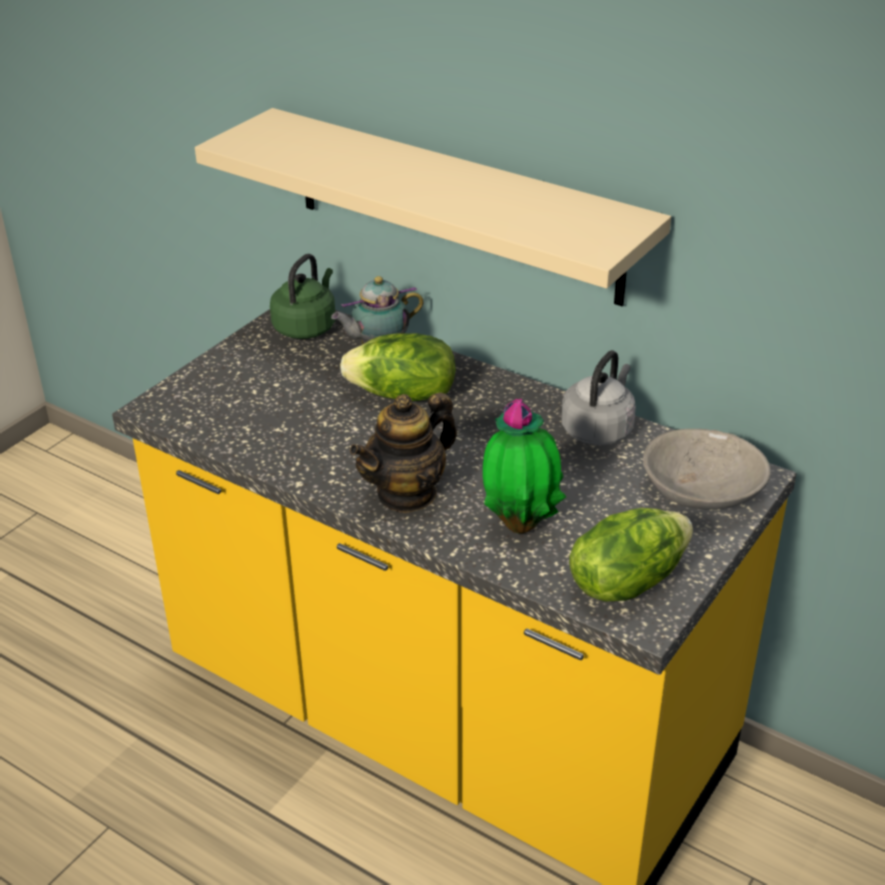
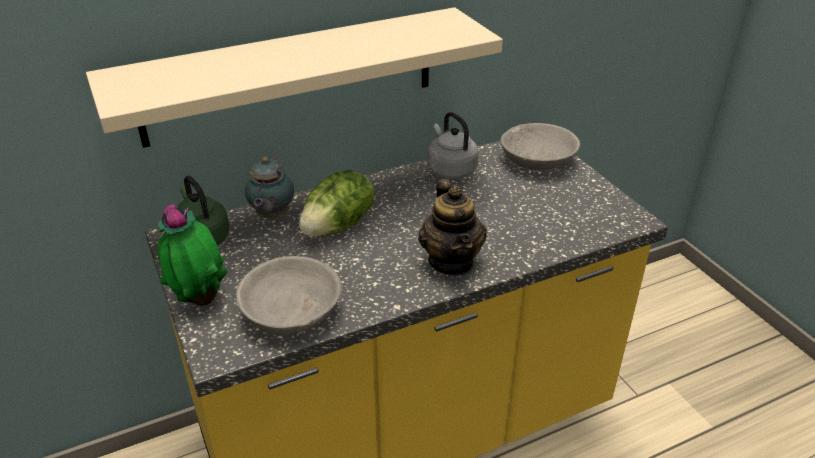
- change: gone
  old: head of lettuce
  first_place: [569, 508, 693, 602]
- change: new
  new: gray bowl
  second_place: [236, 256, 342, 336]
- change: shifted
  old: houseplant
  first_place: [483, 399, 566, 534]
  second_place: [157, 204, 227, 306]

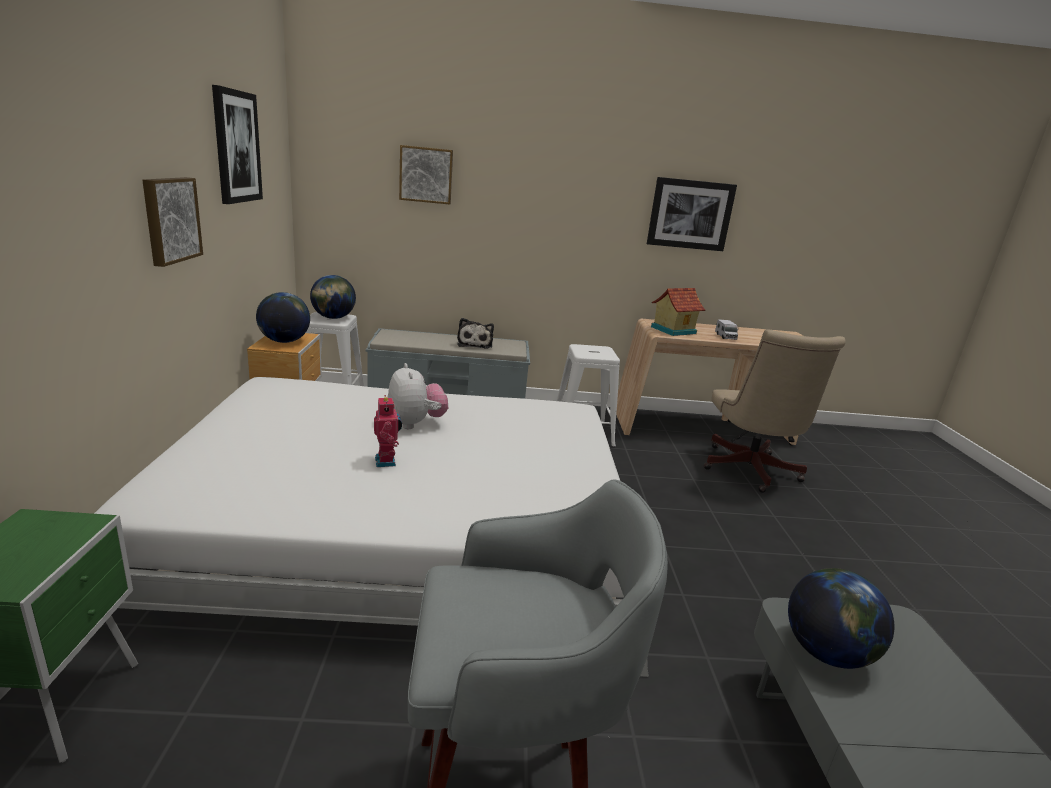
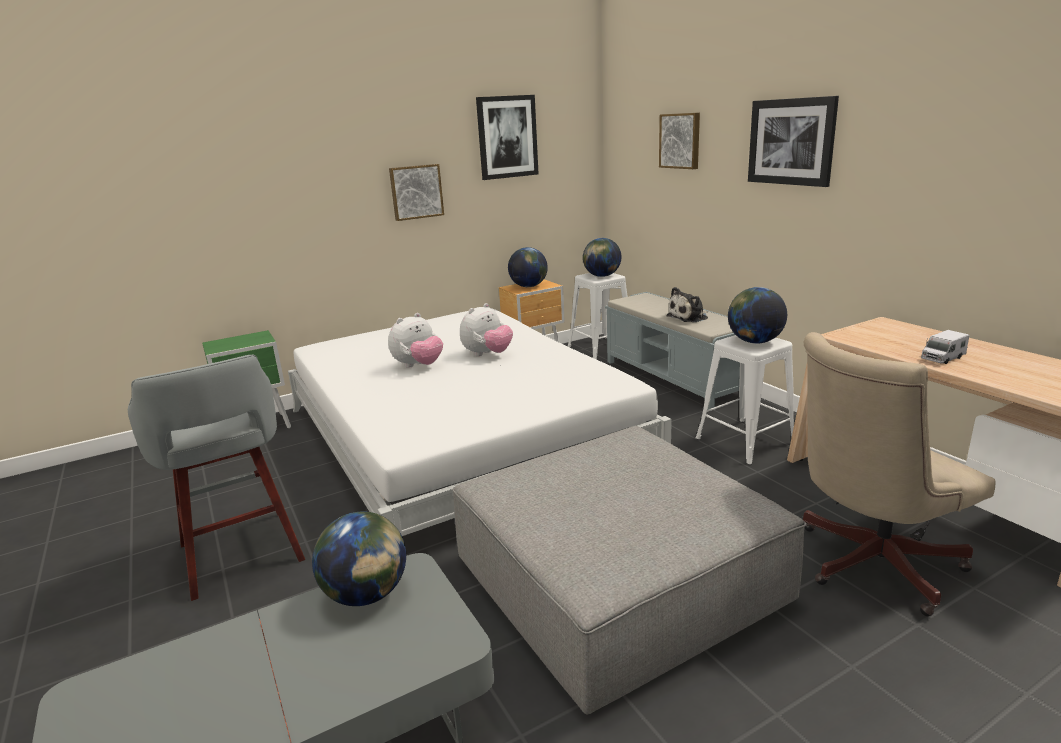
- change: gone
  old: model house
  first_place: [651, 288, 705, 336]
- change: new
  new: gray footrest
  second_place: [452, 426, 806, 714]
- change: new
  new: globe
  second_place: [728, 287, 787, 344]
- change: shifted
  old: picture
  first_place: [647, 177, 737, 251]
  second_place: [748, 96, 839, 187]
- change: swapped
  old: toy robot
  new: plush toy
  first_place: [374, 395, 402, 467]
  second_place: [388, 313, 443, 368]

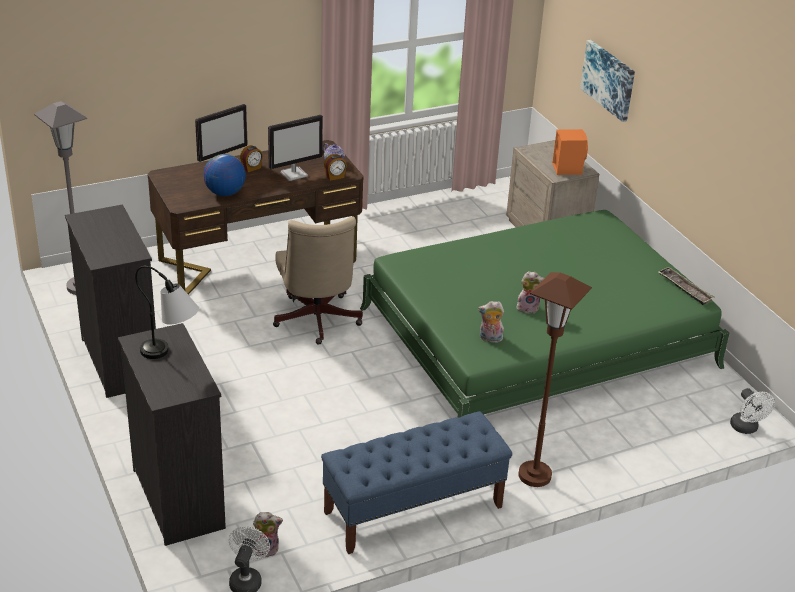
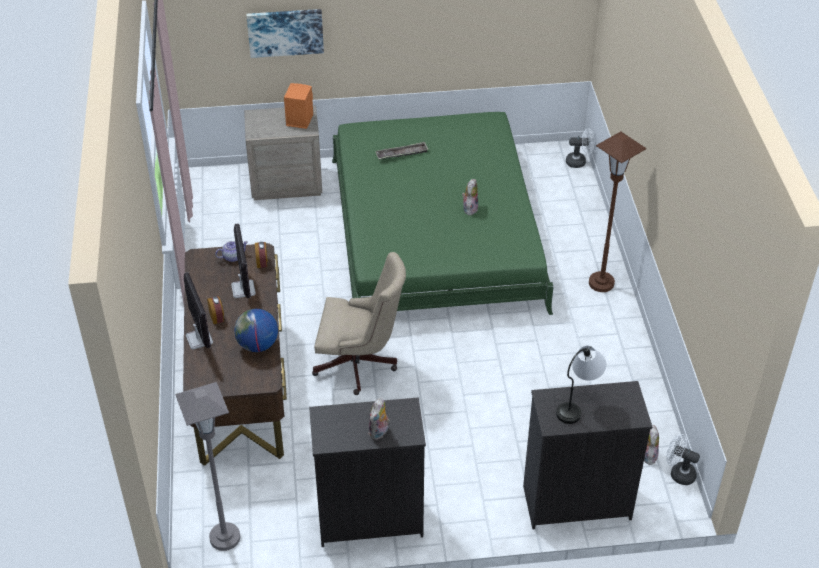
- change: gone
  old: blue-coloured long seat
  first_place: [321, 411, 512, 554]
- change: shifted
  old: plush toy
  first_place: [478, 301, 504, 343]
  second_place: [368, 397, 390, 440]
- change: shifted
  old: tray
  first_place: [658, 267, 714, 305]
  second_place: [375, 141, 429, 160]

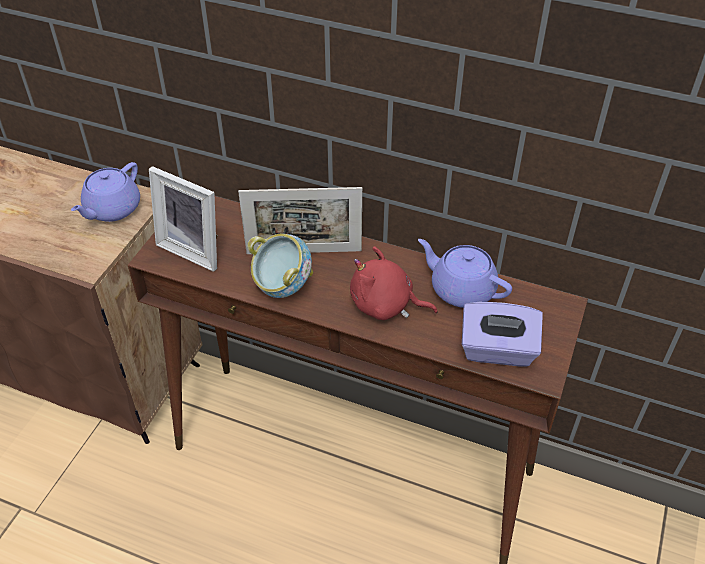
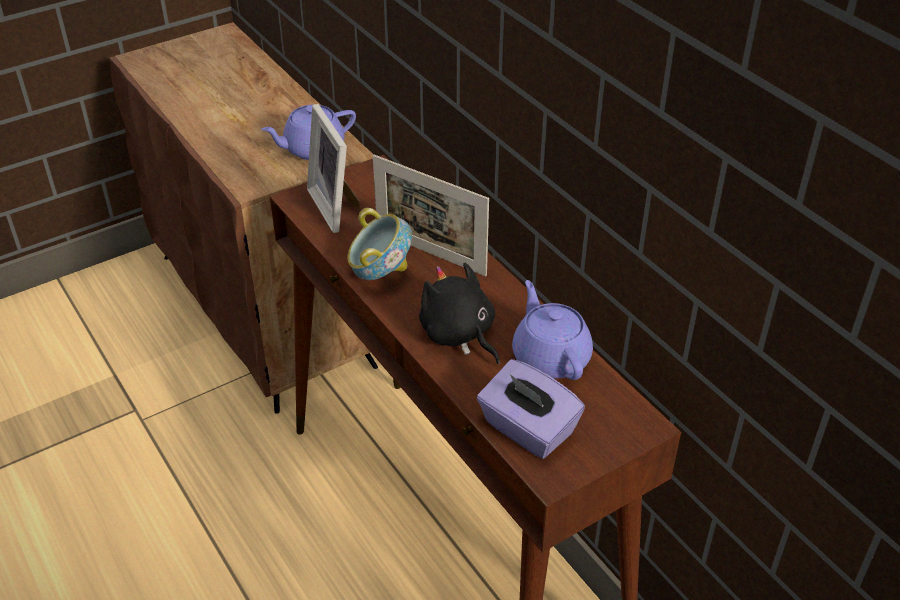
- change: repainted
  old: red plush toy
  new: blackish plush toy
  first_place: [350, 246, 438, 320]
  second_place: [419, 263, 500, 364]

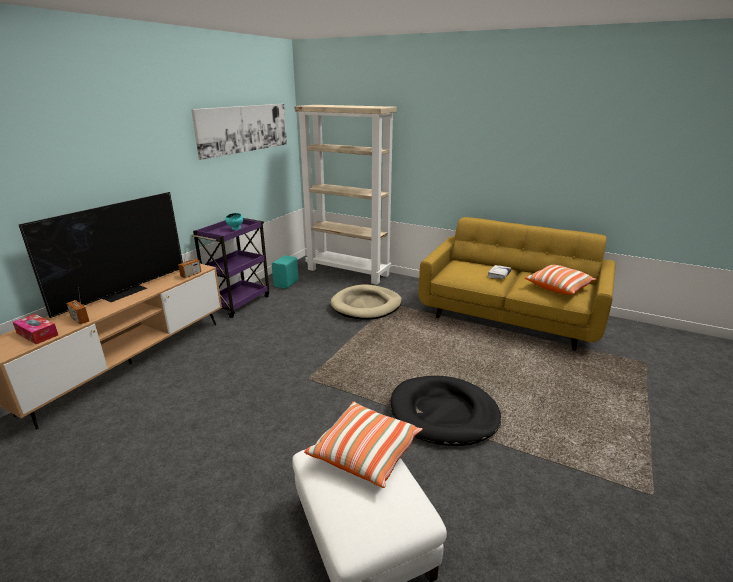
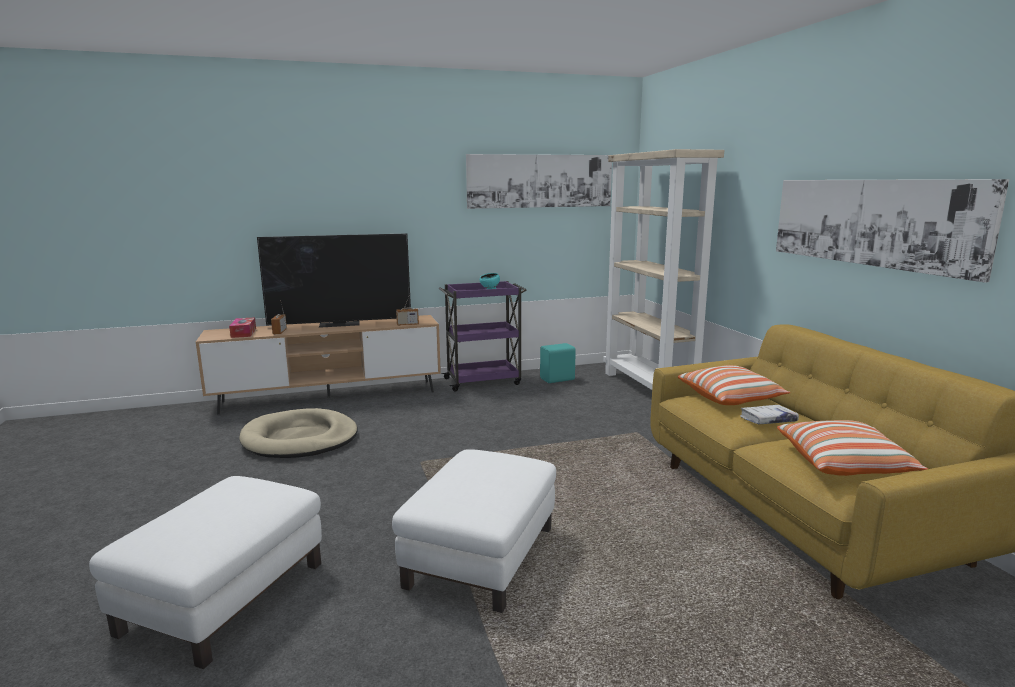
- change: new
  new: picture
  second_place: [776, 179, 1009, 283]
- change: shifted
  old: cushion
  first_place: [304, 401, 423, 488]
  second_place: [678, 365, 790, 405]
- change: shifted
  old: sand-coloured dog cushion
  first_place: [330, 284, 402, 320]
  second_place: [239, 408, 357, 458]
- change: swapped
  old: blackish dog cushion
  new: white-coloured footrest
  first_place: [391, 376, 501, 446]
  second_place: [392, 449, 556, 613]

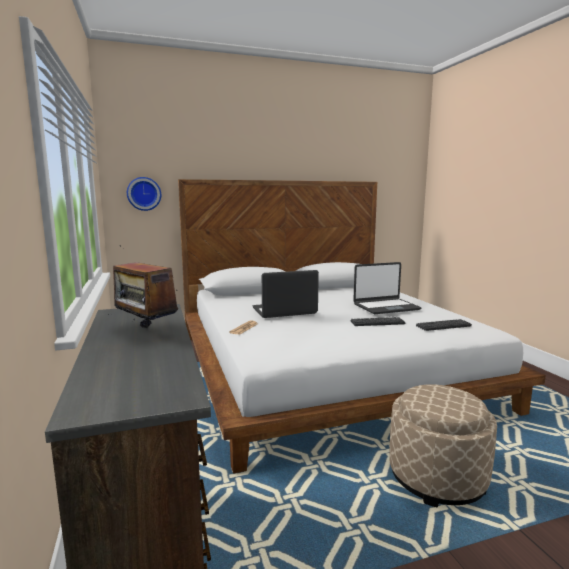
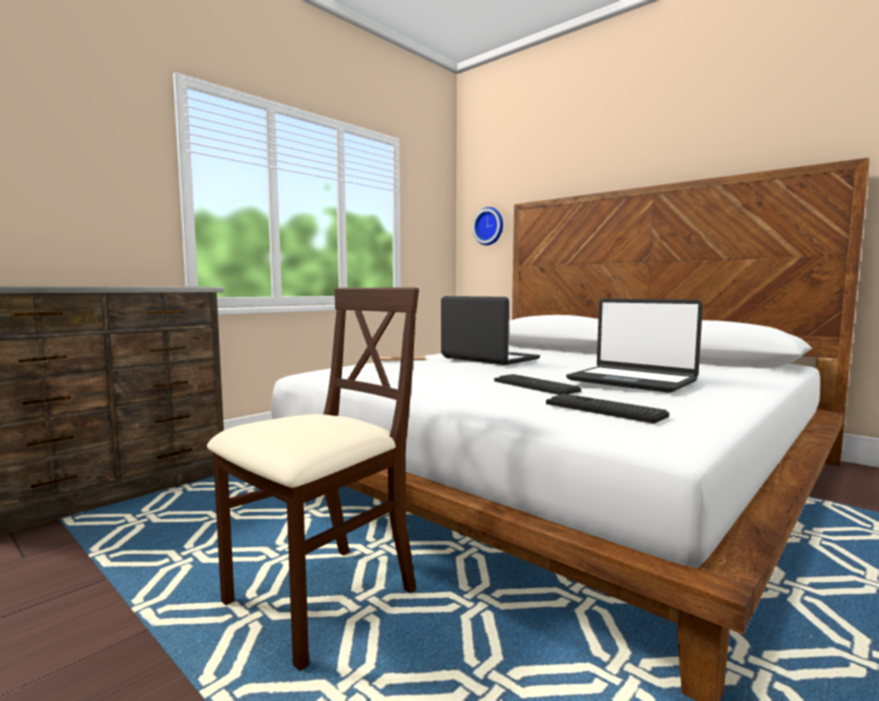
- change: gone
  old: radio
  first_place: [113, 245, 178, 328]
- change: swapped
  old: sand-coloured footrest
  new: sand-coloured upright chair
  first_place: [389, 384, 497, 507]
  second_place: [207, 287, 419, 671]

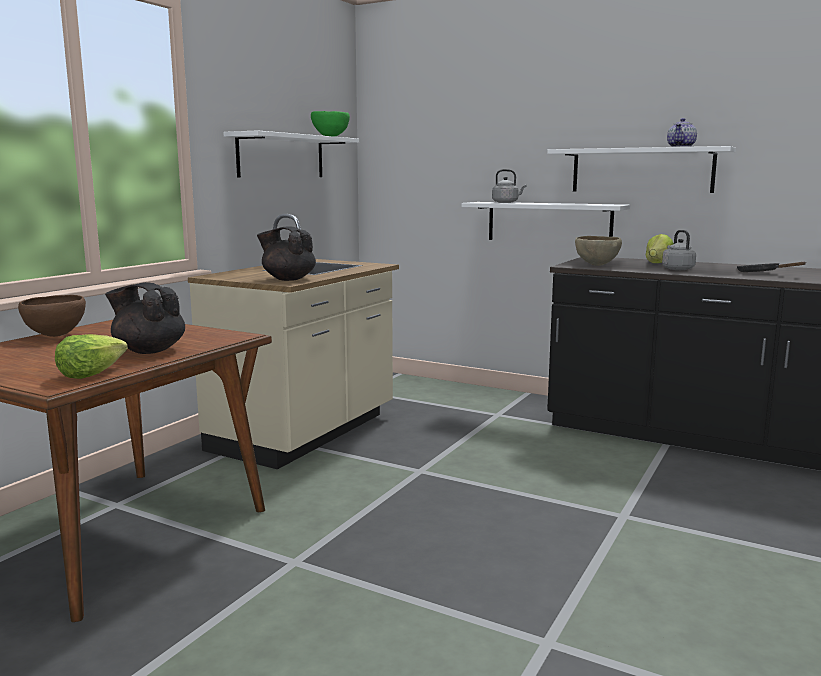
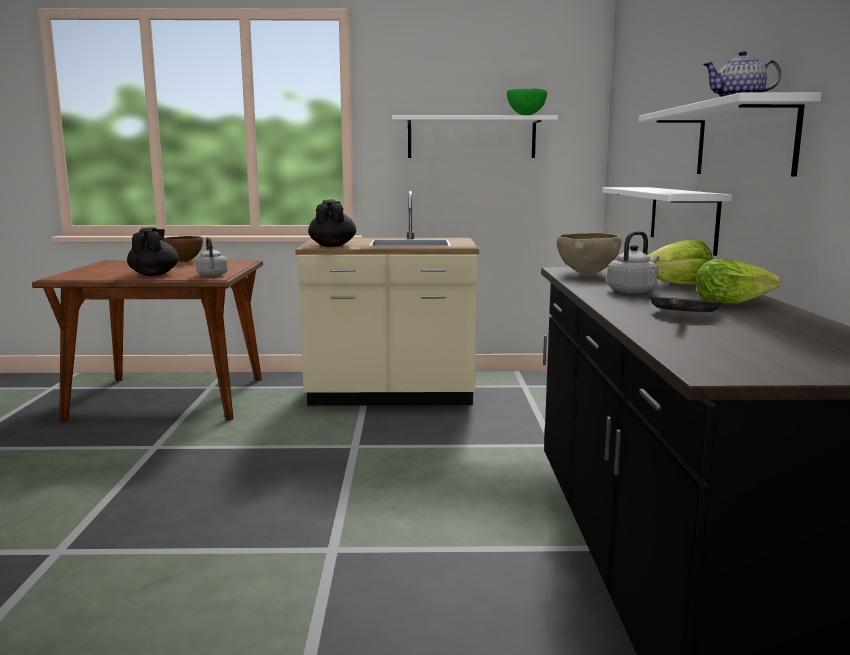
- change: shifted
  old: head of lettuce
  first_place: [55, 334, 128, 379]
  second_place: [696, 259, 780, 304]
- change: shifted
  old: gray tea kettle
  first_place: [492, 169, 526, 203]
  second_place: [196, 237, 228, 276]

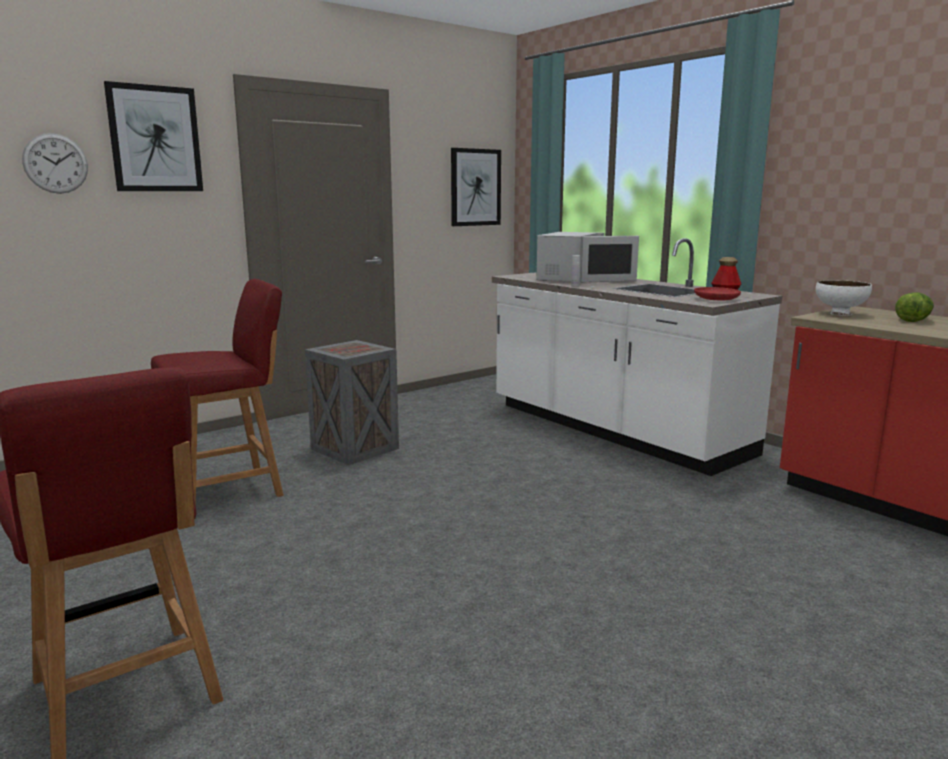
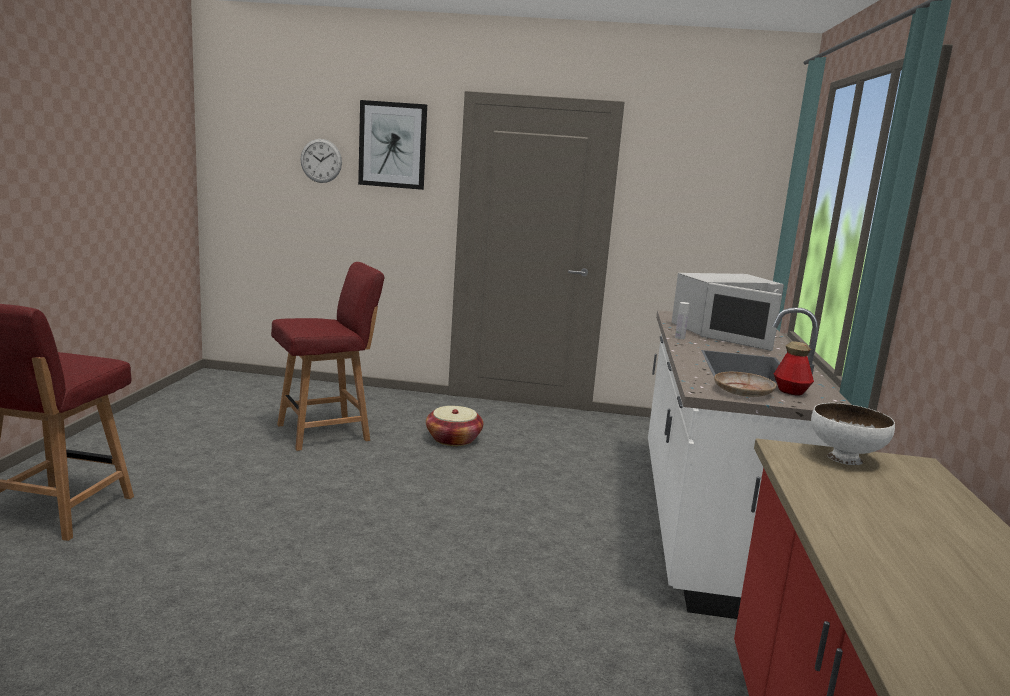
- change: gone
  old: picture
  first_place: [451, 148, 501, 226]
- change: gone
  old: head of lettuce
  first_place: [895, 292, 934, 322]
- change: swapped
  old: crate
  new: basket
  first_place: [305, 340, 399, 465]
  second_place: [426, 406, 483, 446]
- change: repainted
  old: red flat dish
  new: sand-coloured flat dish
  first_place: [694, 287, 741, 301]
  second_place: [714, 372, 776, 397]
- change: rotated
  old: red upright chair
  first_place: [151, 279, 283, 506]
  second_place: [271, 262, 385, 451]
  degrees: -45

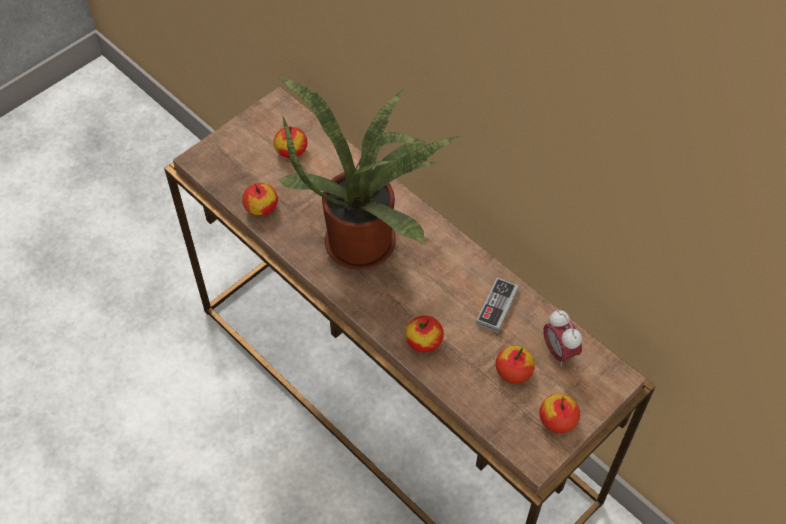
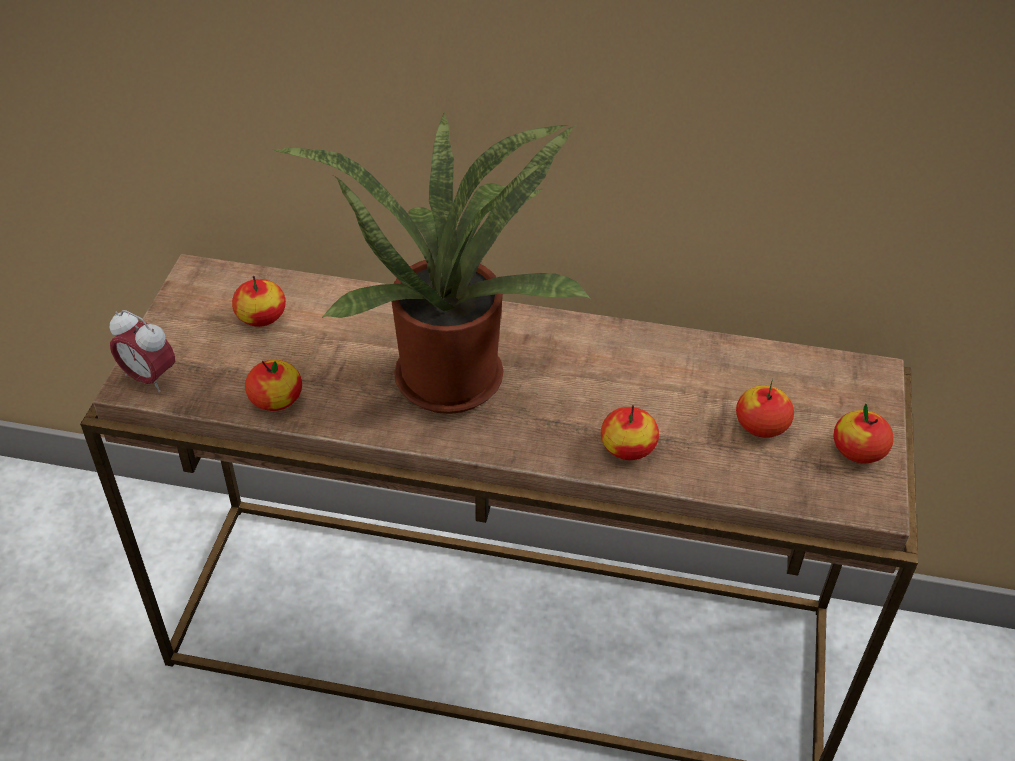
- change: gone
  old: joypad
  first_place: [476, 278, 519, 333]
- change: shifted
  old: bedside clock
  first_place: [543, 310, 582, 367]
  second_place: [110, 310, 175, 392]

